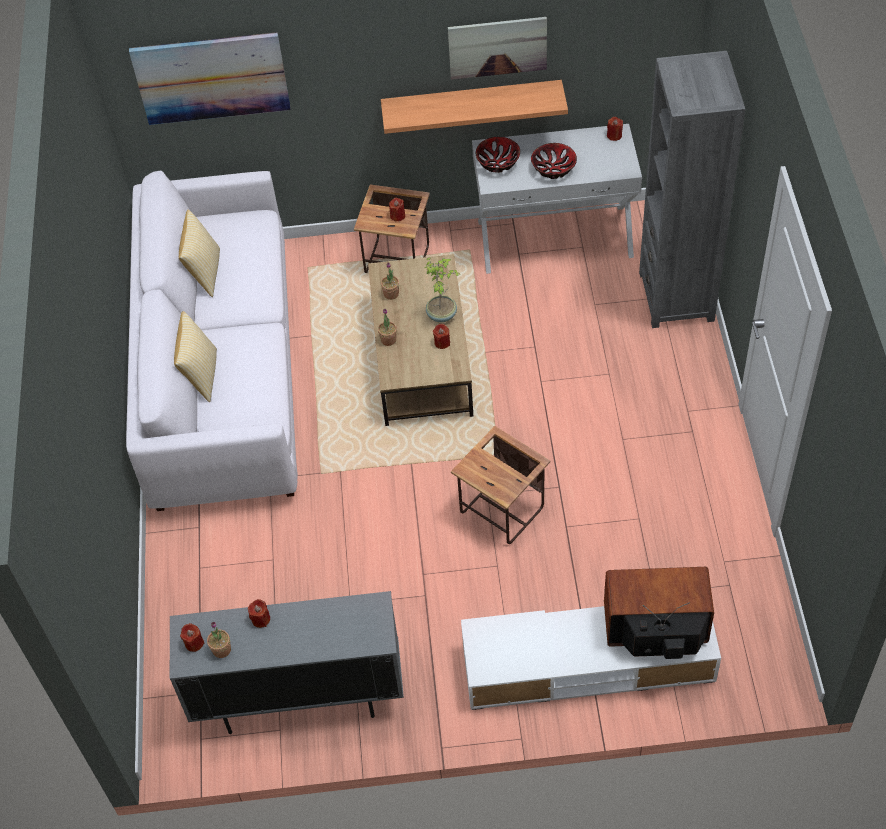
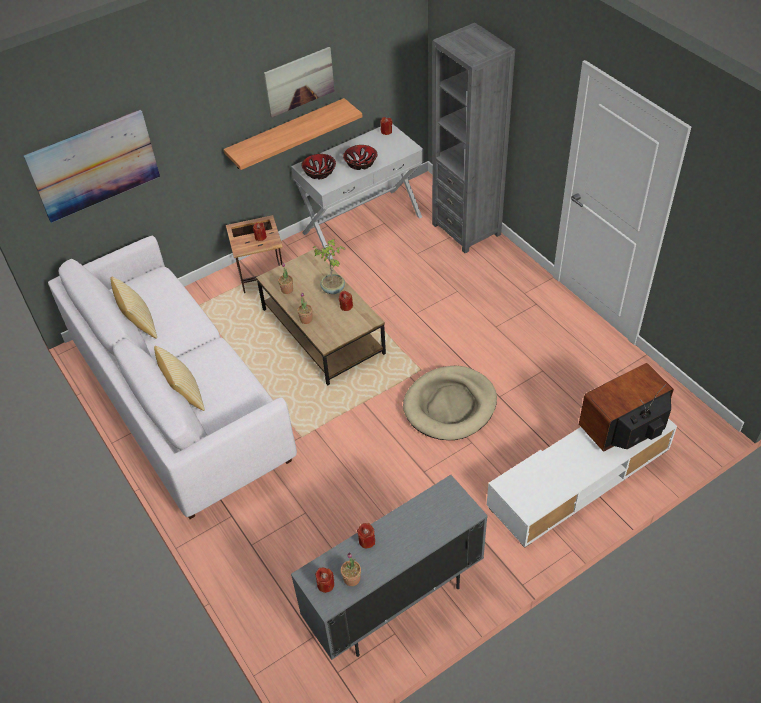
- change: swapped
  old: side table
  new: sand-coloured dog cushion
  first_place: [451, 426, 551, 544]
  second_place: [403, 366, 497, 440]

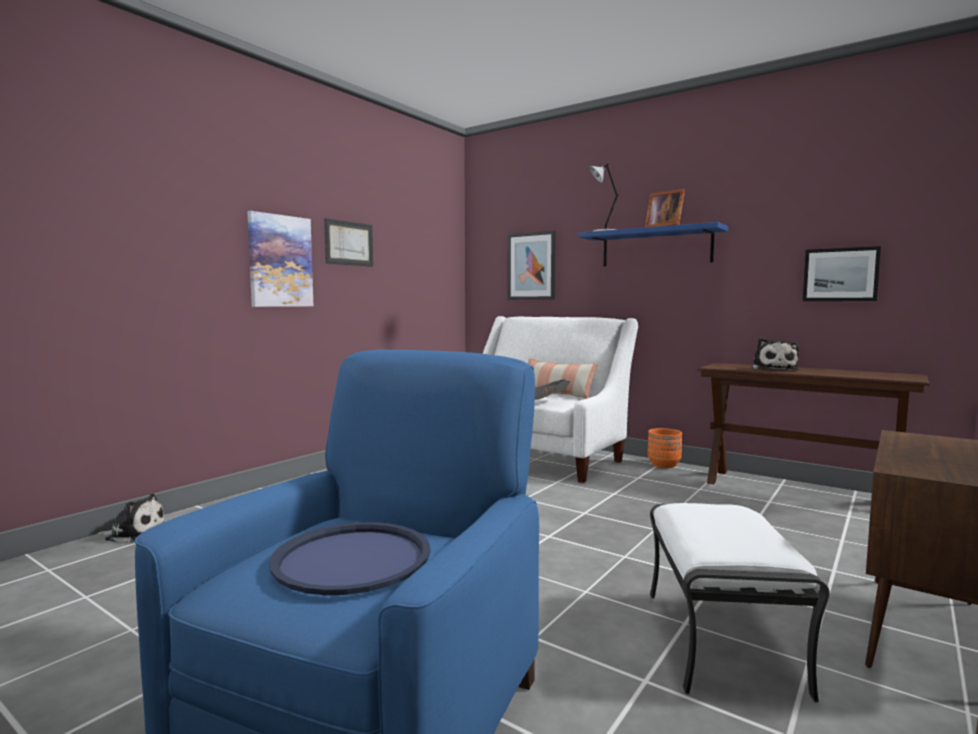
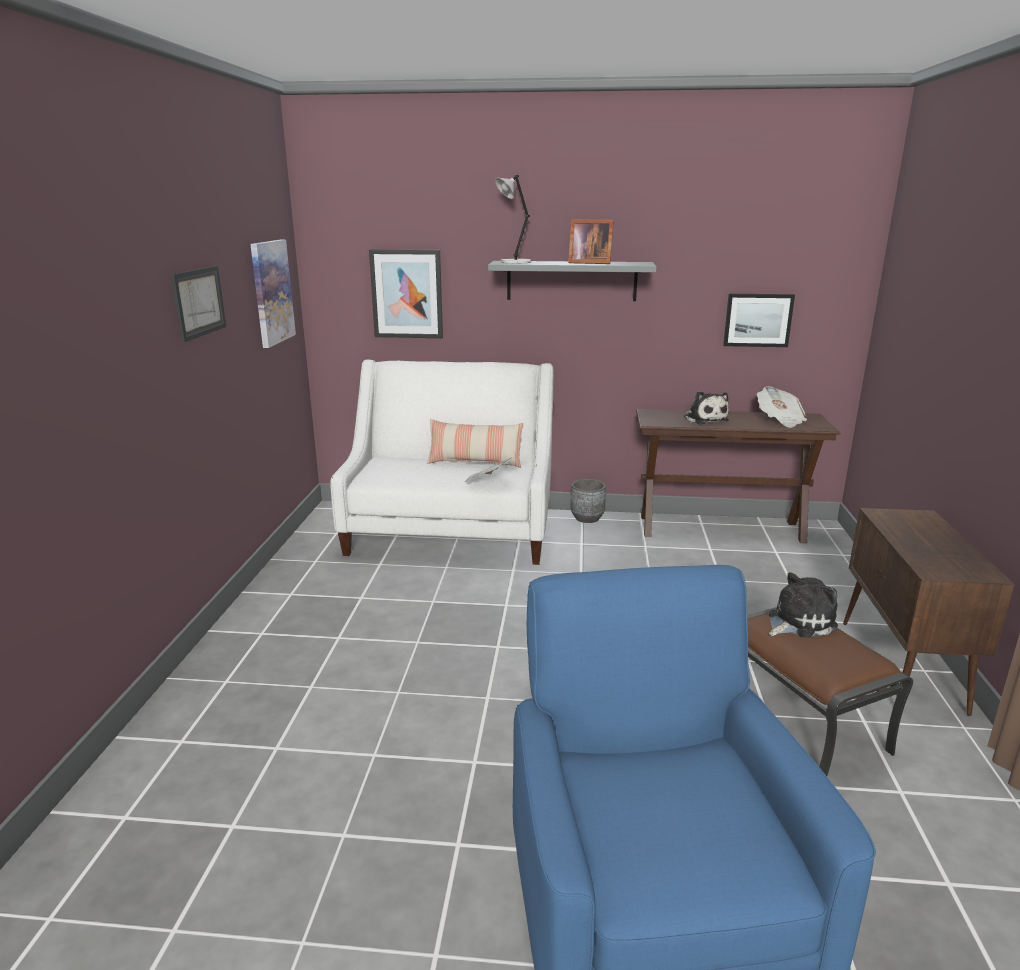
- change: gone
  old: blue-coloured tray
  first_place: [269, 522, 431, 595]
- change: new
  new: daily paper
  second_place: [757, 386, 807, 428]
- change: shifted
  old: plush toy
  first_place: [96, 494, 164, 543]
  second_place: [769, 572, 838, 638]
- change: shifted
  old: picture
  first_place: [247, 211, 313, 307]
  second_place: [250, 240, 296, 348]
- change: repainted
  old: blue-coloured wall shelf
  new: gray wall shelf
  first_place: [578, 222, 728, 267]
  second_place: [488, 261, 657, 301]
- change: repainted
  old: orange flower pot
  new: gray flower pot
  first_place: [648, 428, 682, 468]
  second_place: [571, 479, 606, 523]
- change: repainted
  old: white-coloured footrest
  new: brown footrest
  first_place: [650, 503, 830, 702]
  second_place: [747, 607, 913, 776]

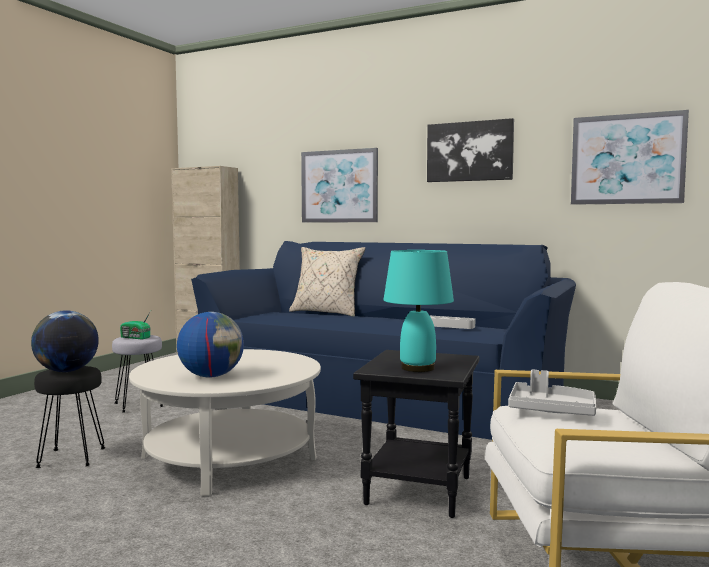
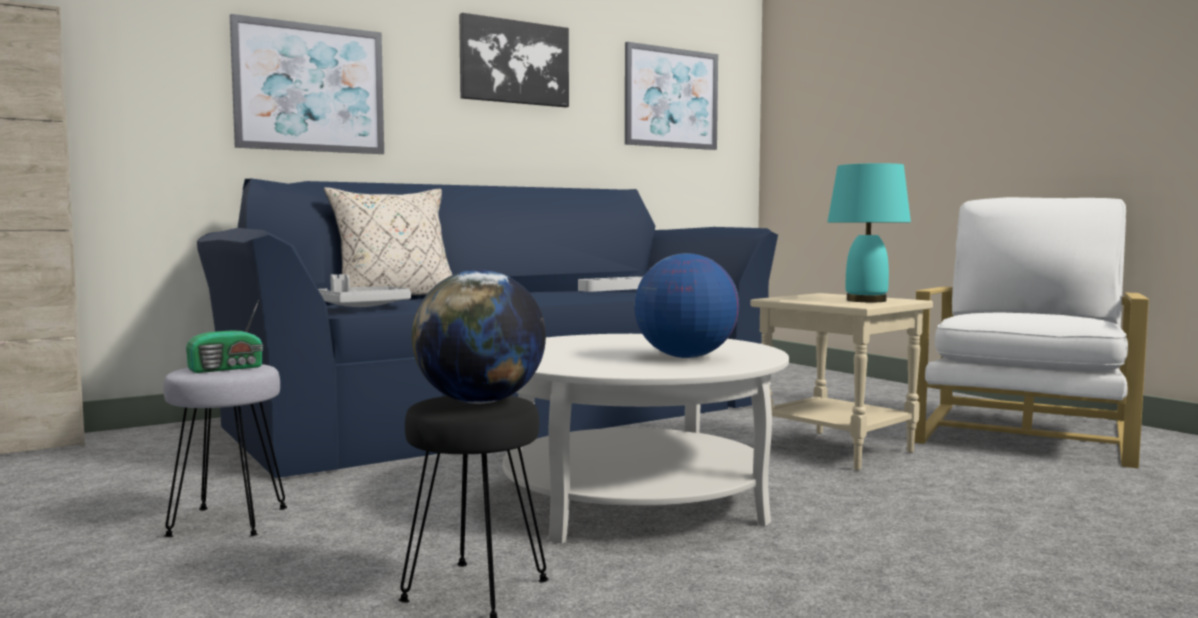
- change: shifted
  old: gray tray
  first_place: [508, 370, 596, 416]
  second_place: [318, 274, 411, 307]
- change: repainted
  old: blackish side table
  new: sand-coloured side table
  first_place: [353, 350, 479, 518]
  second_place: [751, 293, 933, 471]

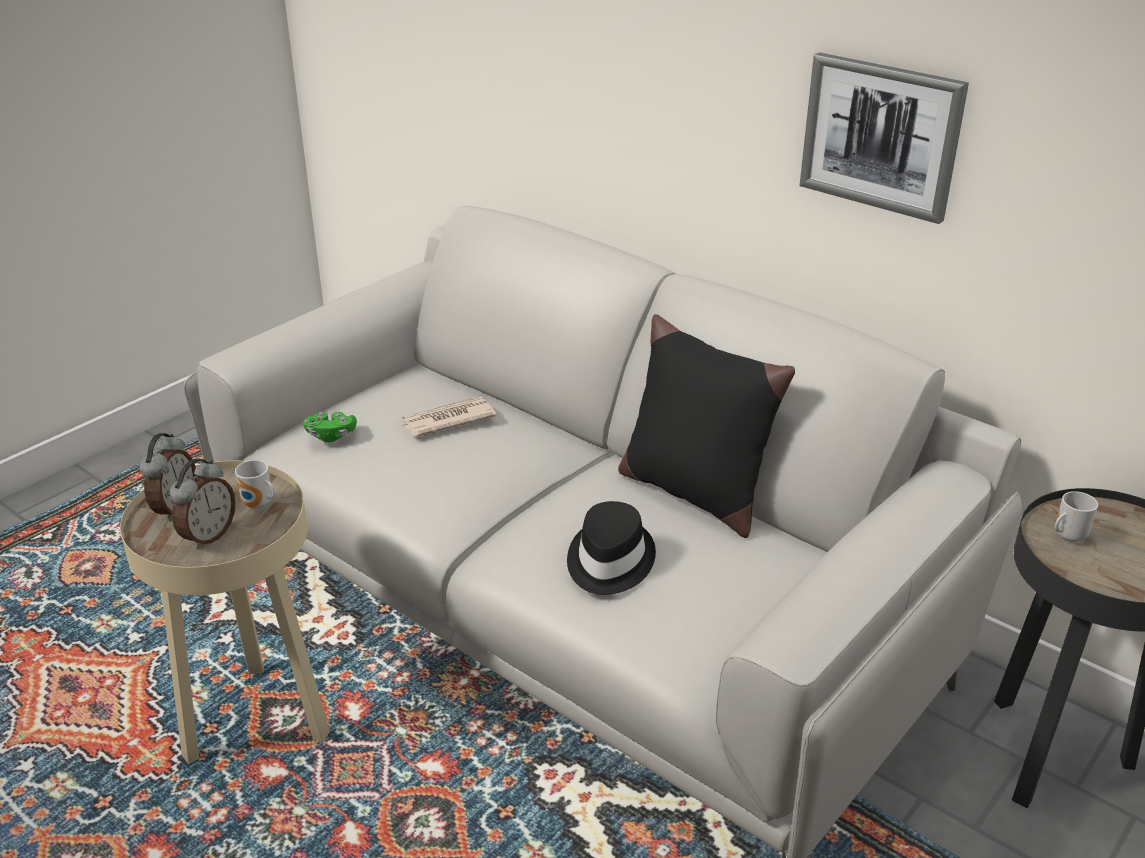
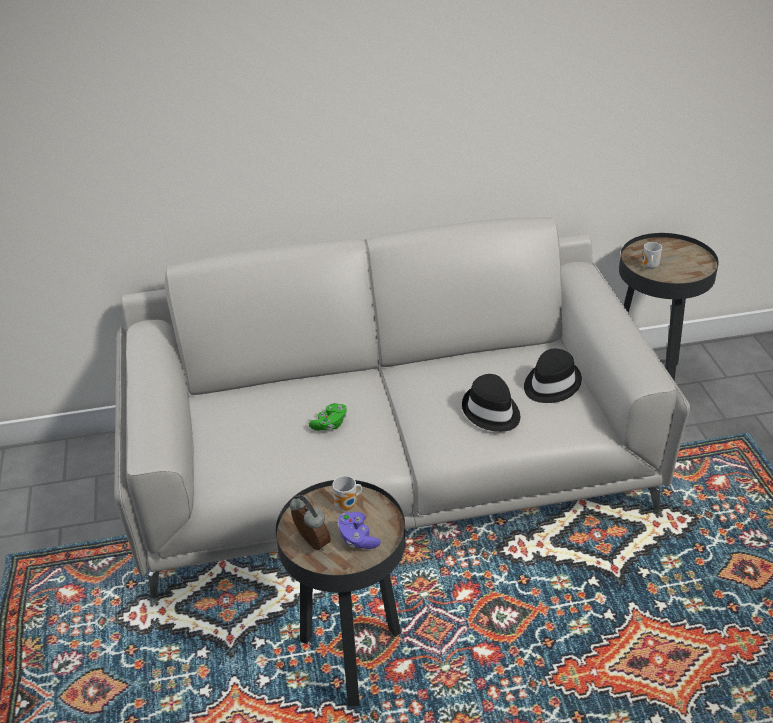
- change: gone
  old: daily paper
  first_place: [400, 396, 497, 437]
- change: gone
  old: blackish cushion
  first_place: [618, 314, 795, 538]
- change: gone
  old: picture
  first_place: [800, 52, 969, 224]
- change: new
  new: blackish clothing hat
  second_place: [524, 349, 582, 403]
- change: shifted
  old: greenish joypad
  first_place: [303, 412, 357, 442]
  second_place: [309, 403, 347, 431]
- change: swapped
  old: bedside clock
  new: purple joypad
  first_place: [170, 458, 236, 549]
  second_place: [337, 512, 381, 549]
- change: repainted
  old: sand-coloured side table
  new: blackish side table
  first_place: [120, 461, 330, 764]
  second_place: [276, 480, 406, 707]

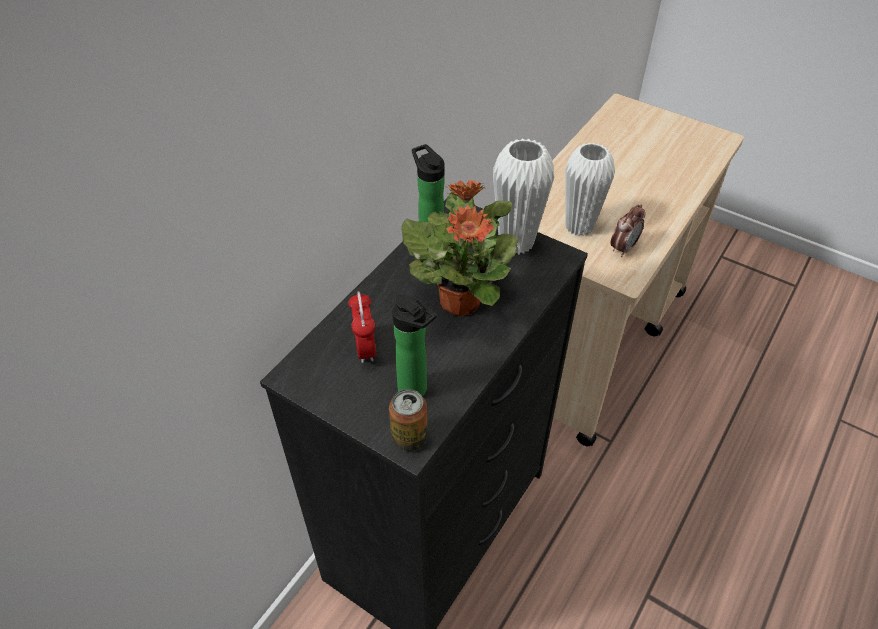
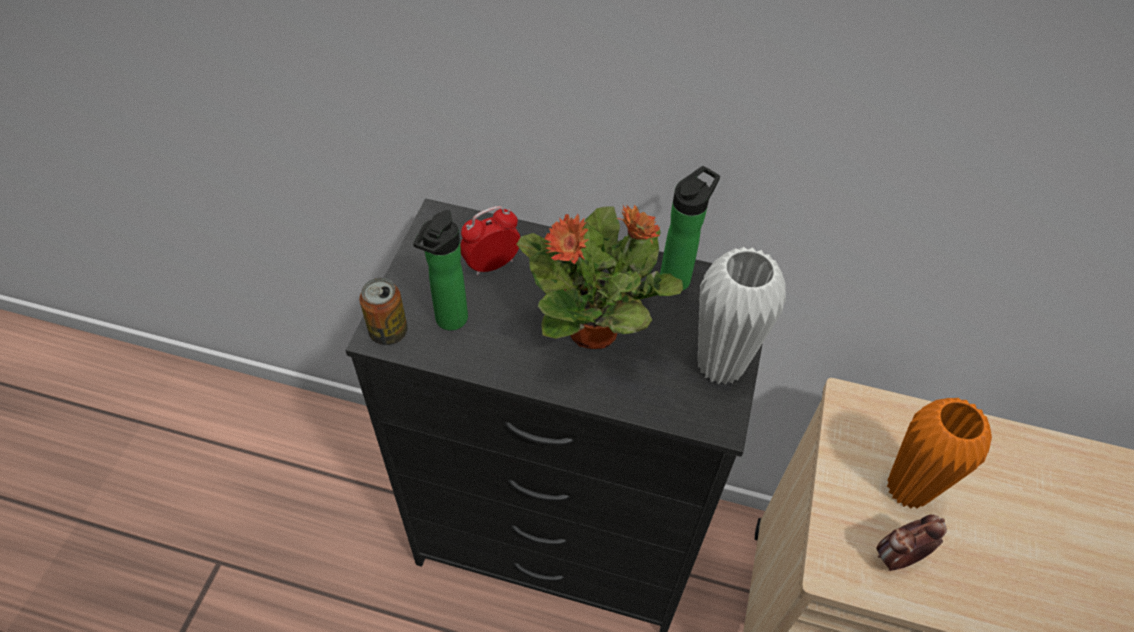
- change: repainted
  old: white-coloured vase
  new: orange vase
  first_place: [565, 142, 615, 236]
  second_place: [887, 398, 992, 509]
- change: rotated
  old: bedside clock
  first_place: [611, 204, 646, 257]
  second_place: [876, 514, 947, 571]
  degrees: 135

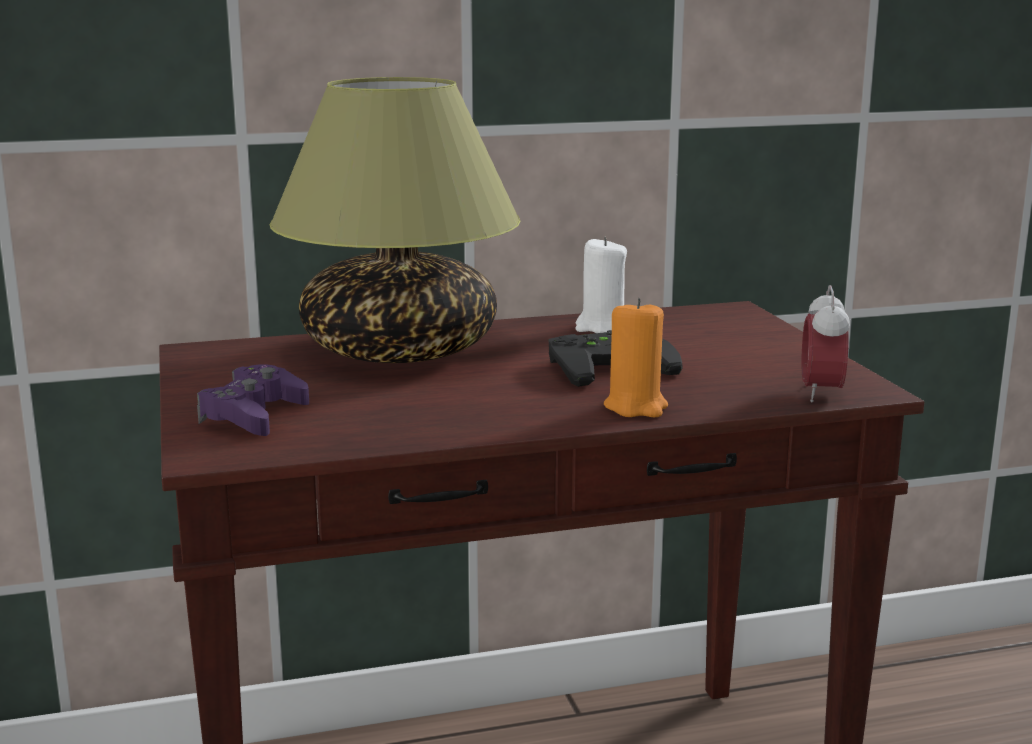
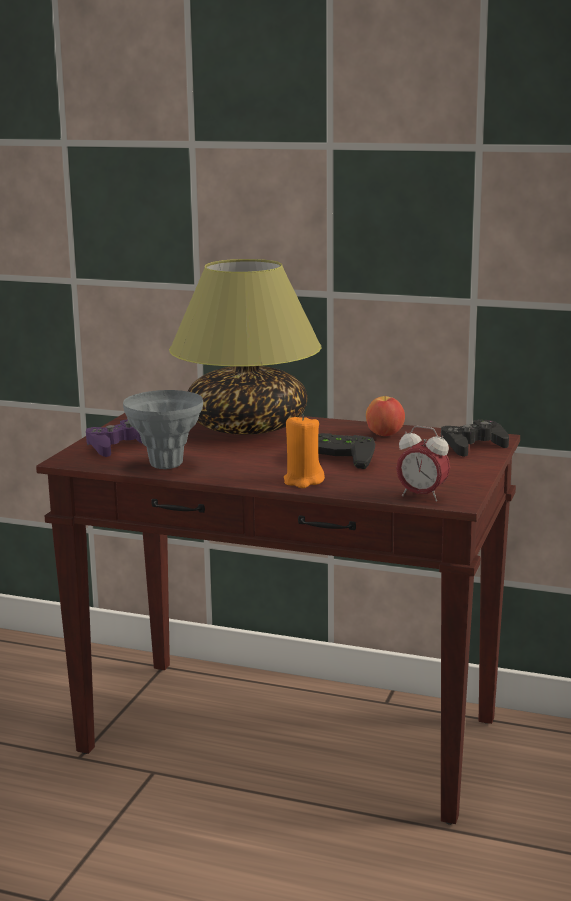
- change: new
  new: gray vase
  second_place: [123, 390, 203, 469]
- change: new
  new: blackish joypad
  second_place: [441, 419, 509, 457]
- change: swapped
  old: white-coloured wax light
  new: apple fruit
  first_place: [576, 237, 627, 333]
  second_place: [366, 396, 405, 436]
- change: rotated
  old: bedside clock
  first_place: [801, 285, 850, 403]
  second_place: [396, 426, 450, 502]
  degrees: -105

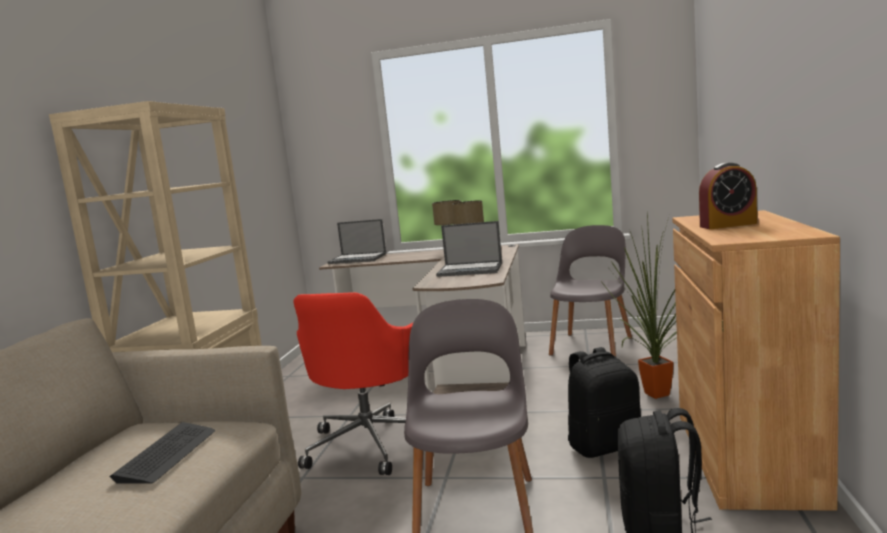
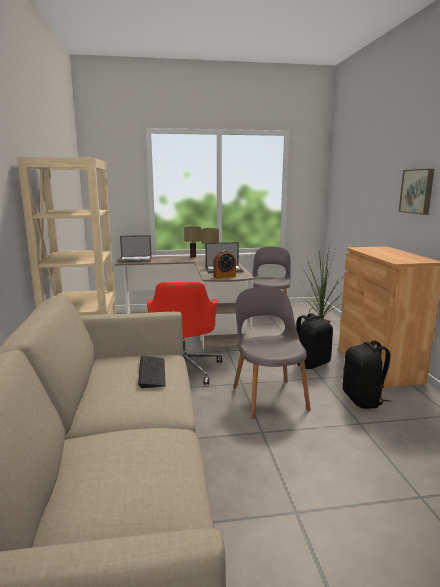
- change: new
  new: picture
  second_place: [399, 169, 434, 215]
- change: shifted
  old: bedside clock
  first_place: [699, 163, 757, 229]
  second_place: [213, 250, 236, 279]

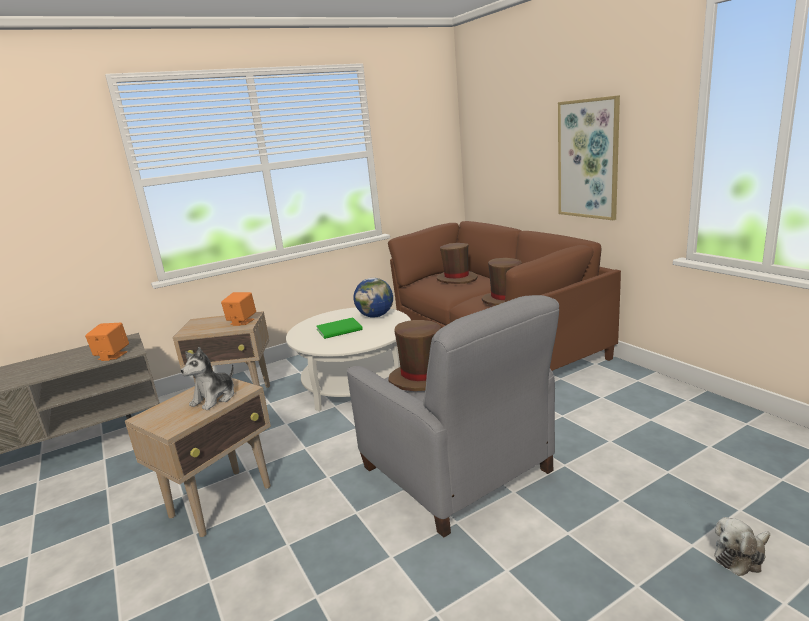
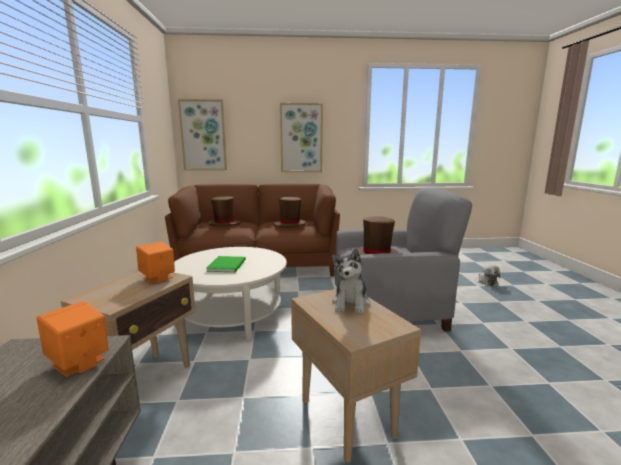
- change: gone
  old: globe
  first_place: [354, 278, 393, 318]
- change: new
  new: picture
  second_place: [178, 99, 227, 170]
- change: rotated
  old: plush toy
  first_place: [180, 347, 234, 410]
  second_place: [332, 248, 370, 314]
  degrees: 45

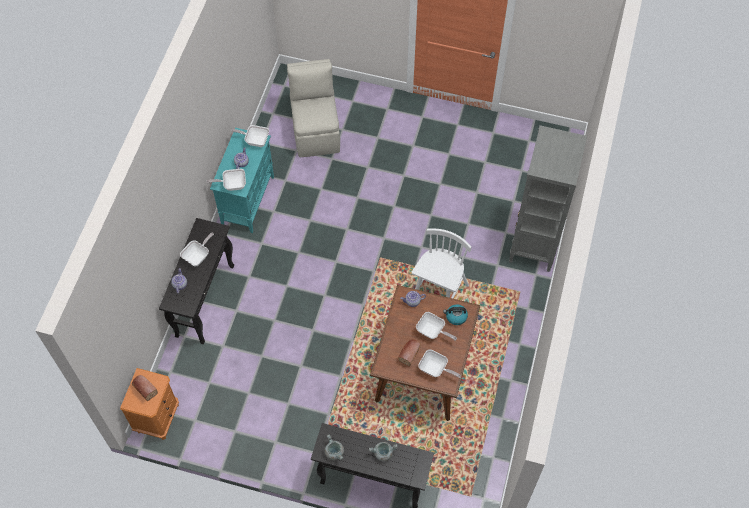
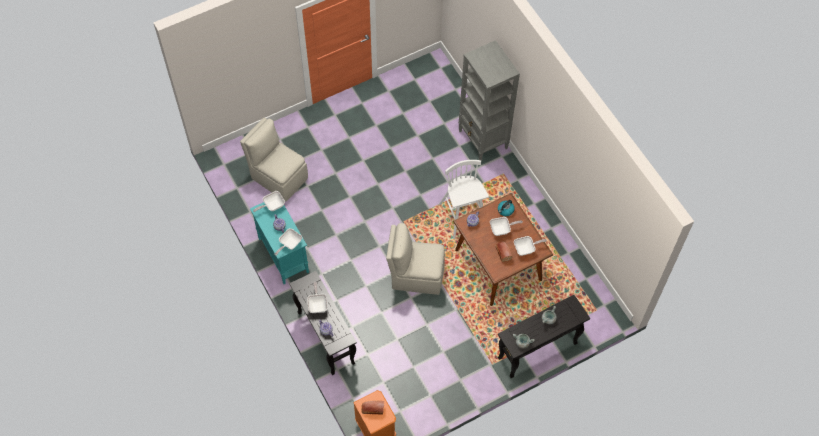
- change: new
  new: sand-coloured upright chair
  second_place: [386, 223, 445, 295]

